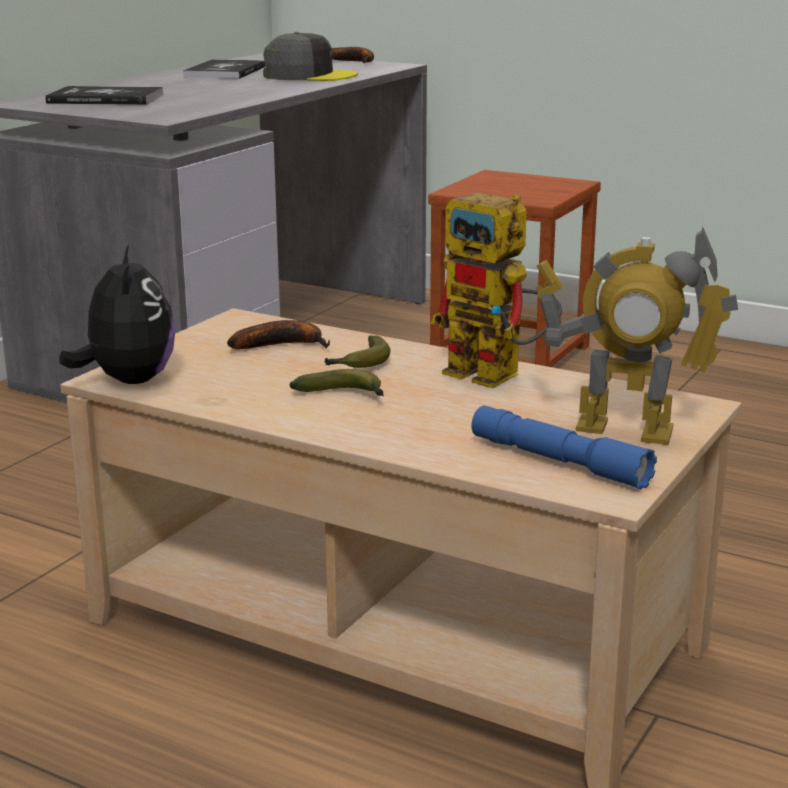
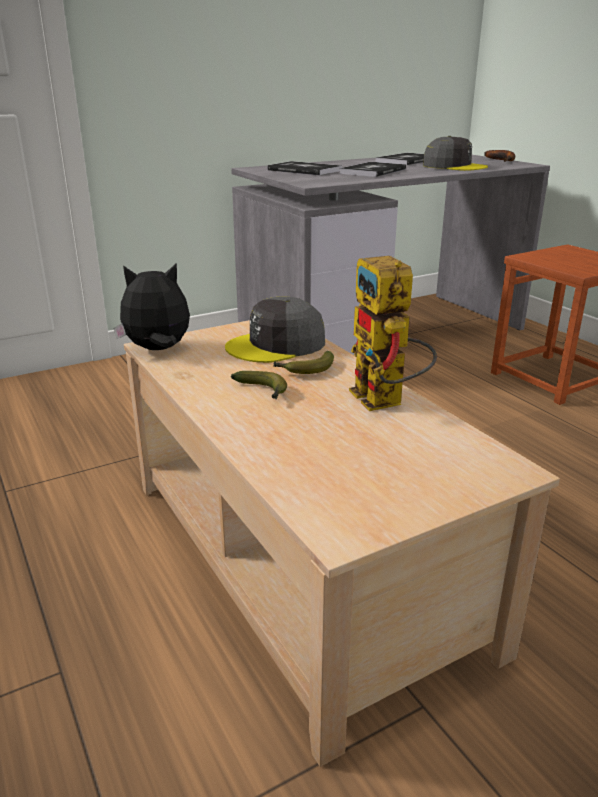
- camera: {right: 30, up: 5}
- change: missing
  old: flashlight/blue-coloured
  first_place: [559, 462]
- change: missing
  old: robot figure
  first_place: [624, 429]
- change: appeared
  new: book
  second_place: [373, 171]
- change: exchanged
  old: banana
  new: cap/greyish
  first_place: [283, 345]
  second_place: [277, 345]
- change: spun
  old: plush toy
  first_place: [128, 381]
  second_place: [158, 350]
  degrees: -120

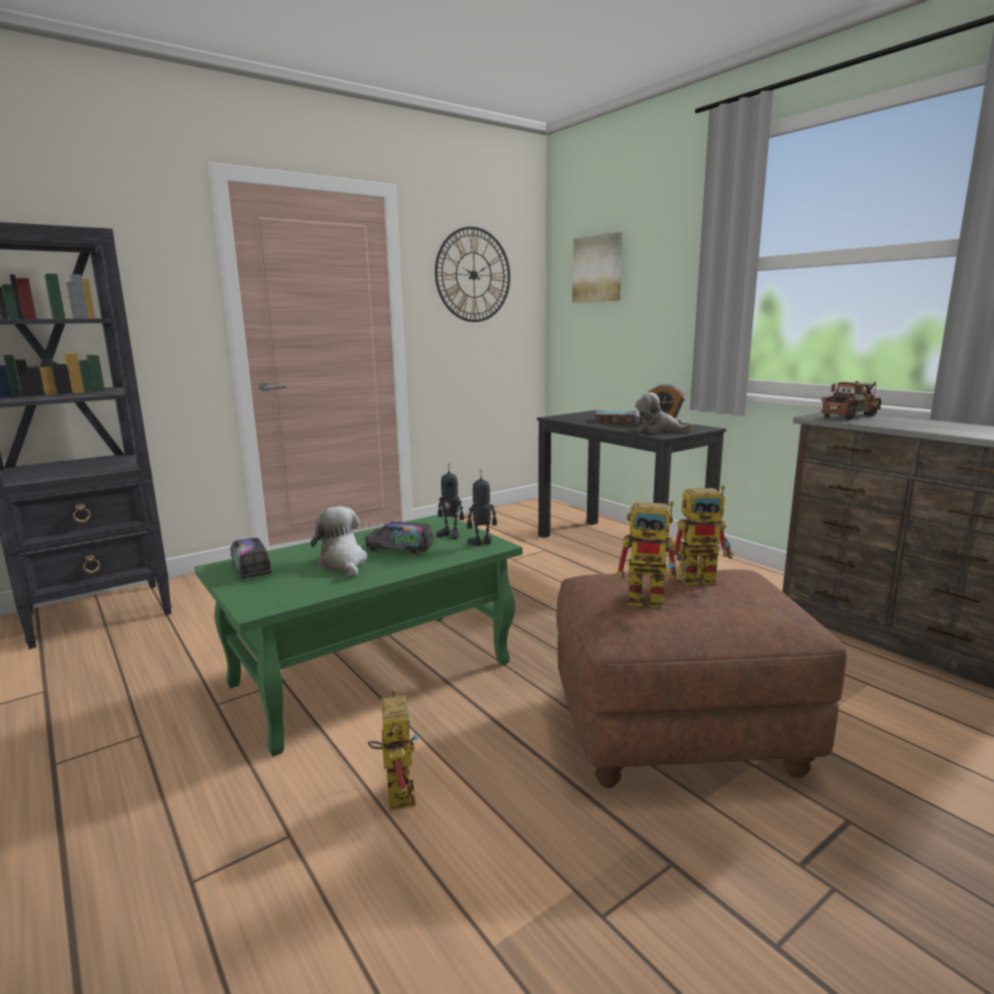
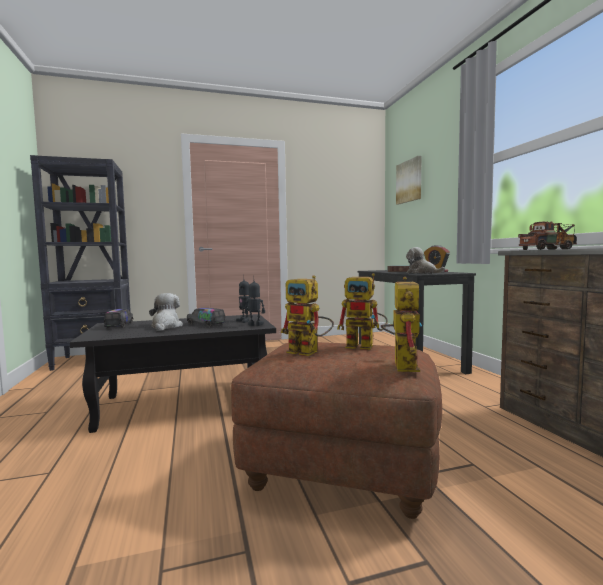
- camera: {right: 20, up: -10}
- change: missing
  old: wall clock
  first_place: [473, 275]
- change: relocated
  old: robot figure
  first_place: [396, 789]
  second_place: [402, 364]
- change: colour
  old: low table/greenish
  new: low table/black
  first_place: [370, 674]
  second_place: [183, 403]

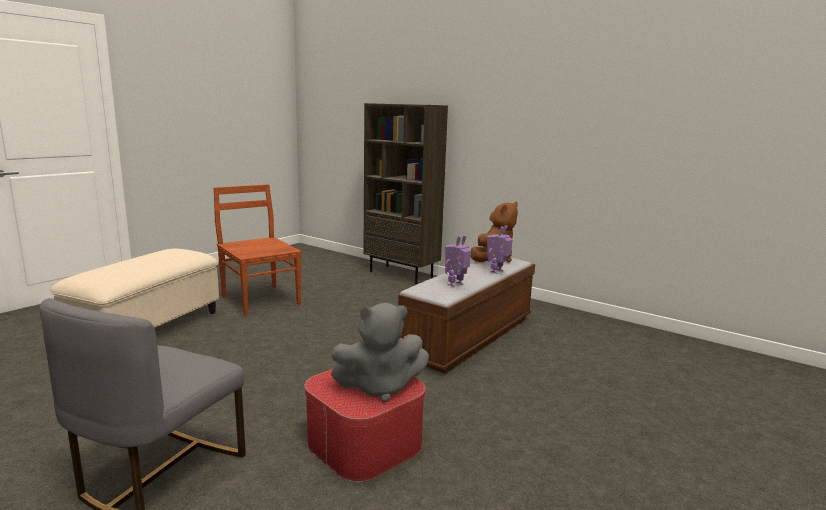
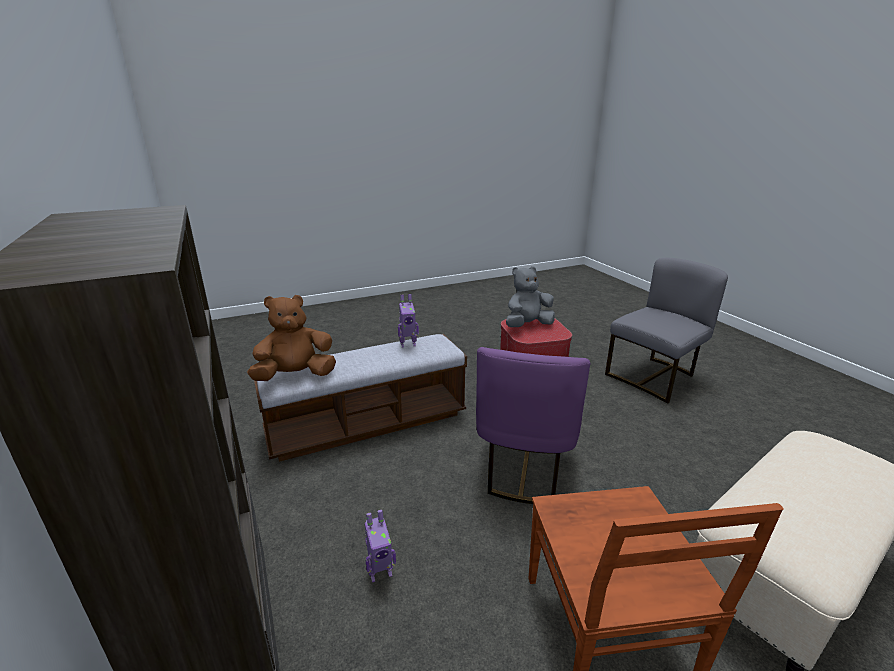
- camera: {right: -150, up: 10}
- change: appeared
  new: chair/purple-coloured
  second_place: [524, 468]
- change: relocated
  old: robot figure
  first_place: [497, 271]
  second_place: [380, 572]
- change: spun
  old: plush toy/greyish
  first_place: [380, 387]
  second_place: [527, 325]
  degrees: -45

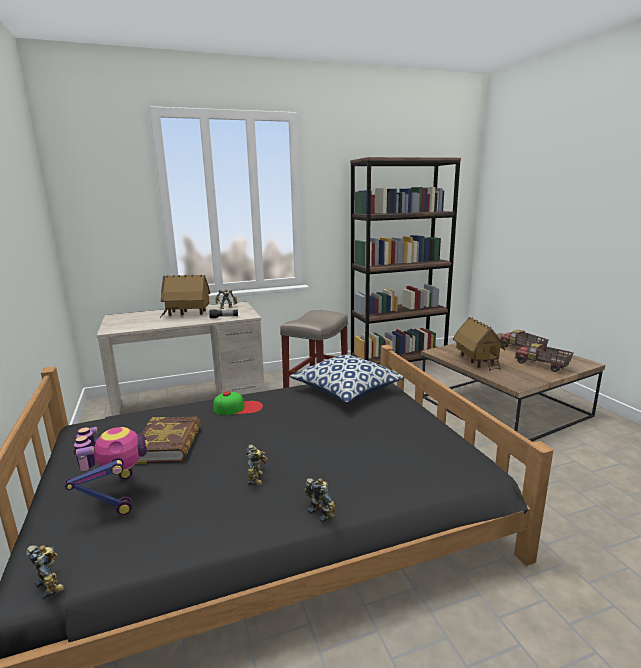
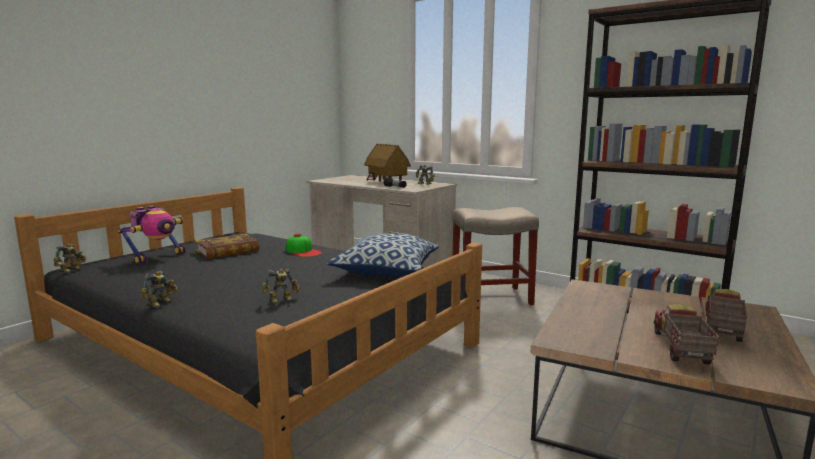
- camera: {right: 55, up: -5}
- change: missing
  old: toy house
  first_place: [477, 361]
- change: relocated
  old: robot figure
  first_place: [257, 478]
  second_place: [282, 300]

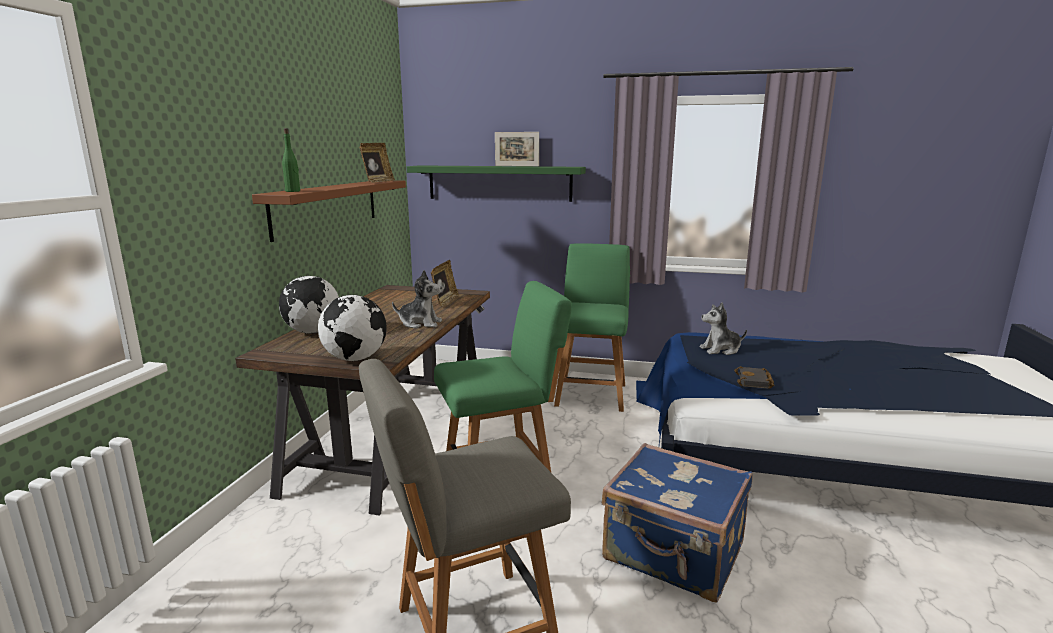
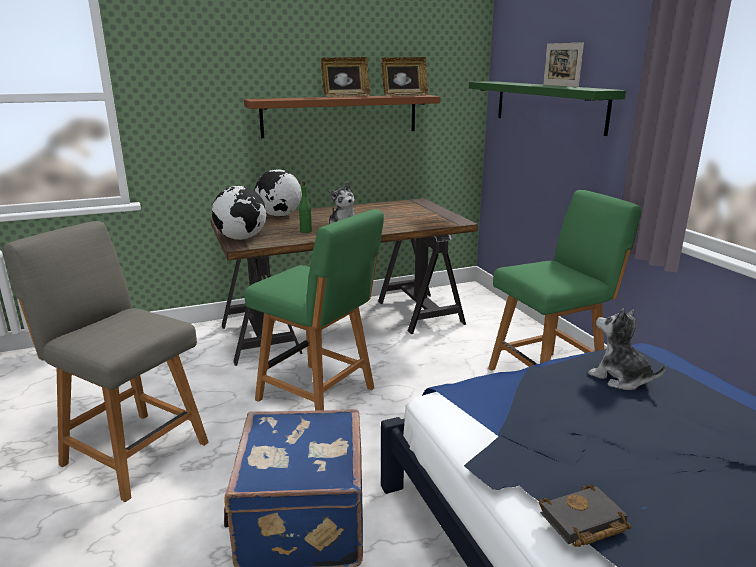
- camera: {right: 55, up: 5}
- change: relocated
  old: beverage bottle/greenish
  first_place: [293, 191]
  second_place: [306, 231]
- change: relocated
  old: standing frame
  first_place: [445, 301]
  second_place: [345, 96]
- change: relocated
  old: book/black
  first_place: [755, 381]
  second_place: [582, 523]

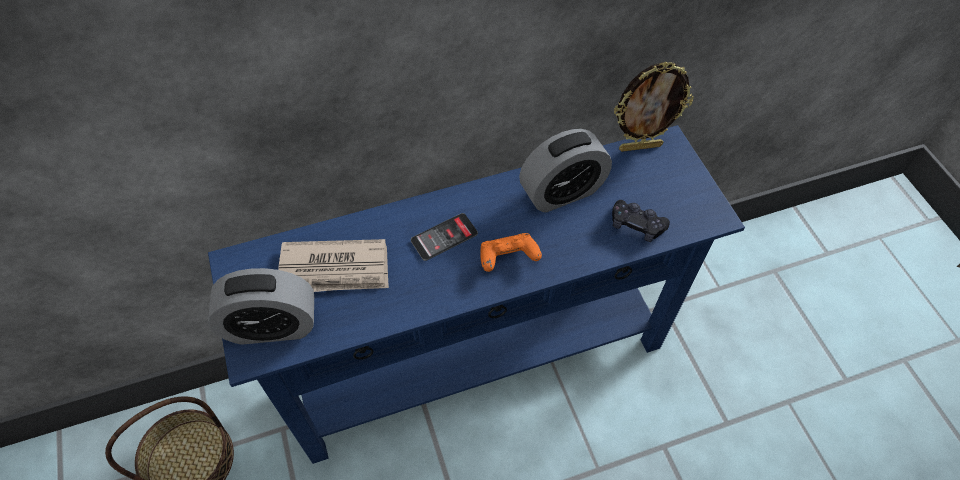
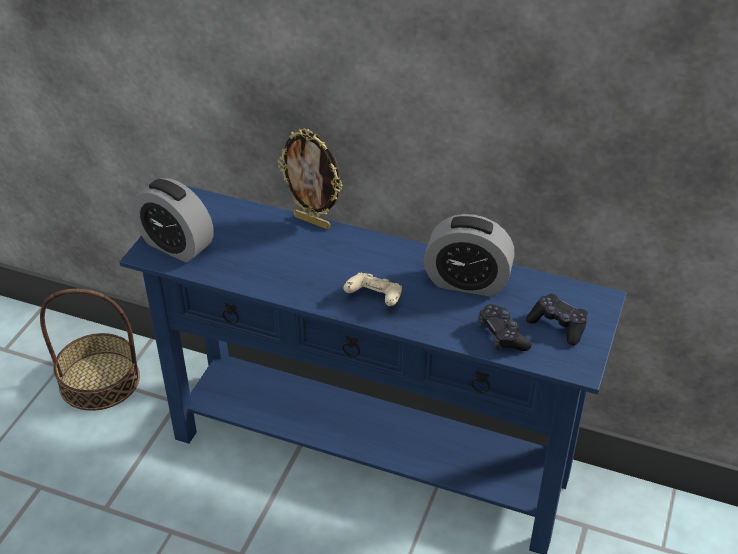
- camera: {right: 40, up: -15}
- change: missing
  old: daily paper
  first_place: [335, 270]
- change: missing
  old: handset
  first_place: [444, 237]
- change: appeared
  new: gamepad/black
  second_place: [558, 325]
- change: relocated
  old: standing frame
  first_place: [640, 146]
  second_place: [313, 221]
- change: colour
  old: gamepad/orange-coloured
  new: gamepad/beige
  first_place: [507, 259]
  second_place: [374, 298]

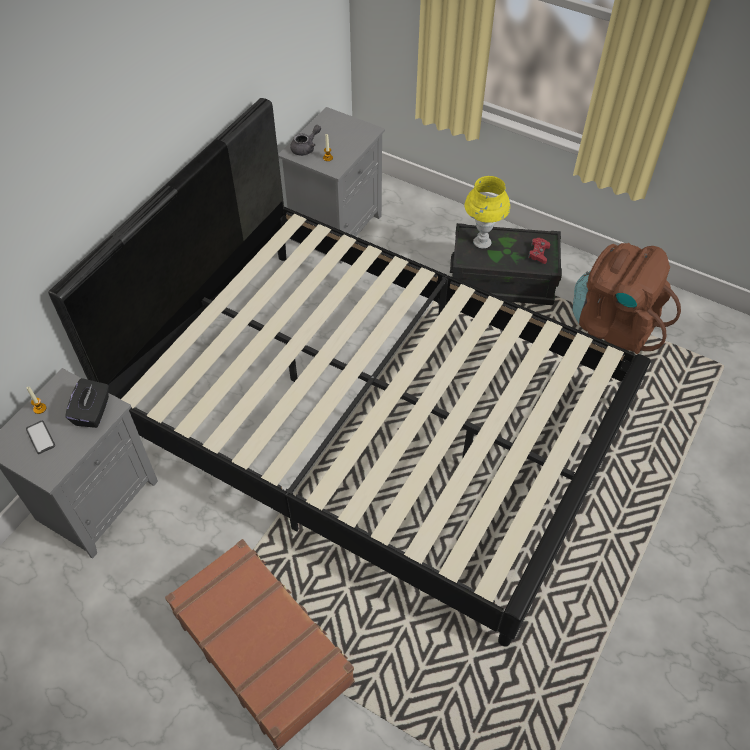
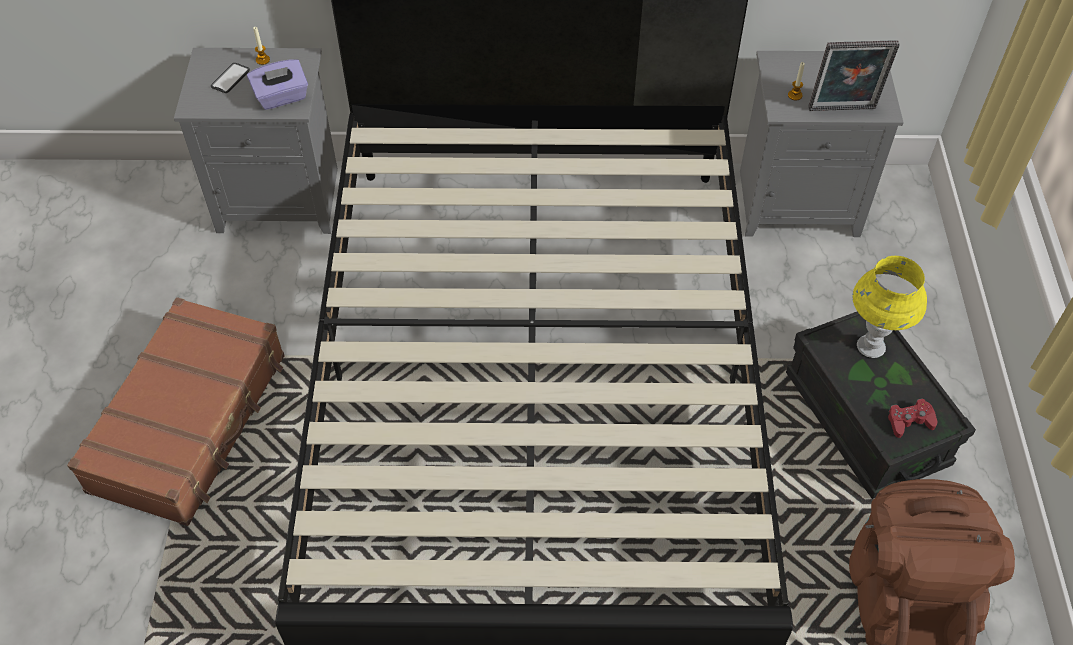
- camera: {right: 60, up: 0}
- change: missing
  old: pot for tea/greyish
  first_place: [306, 148]
- change: appeared
  new: standing frame
  second_place: [842, 111]
- change: colour
  old: tissue box/black
  new: tissue box/purple-coloured
  first_place: [93, 412]
  second_place: [282, 97]

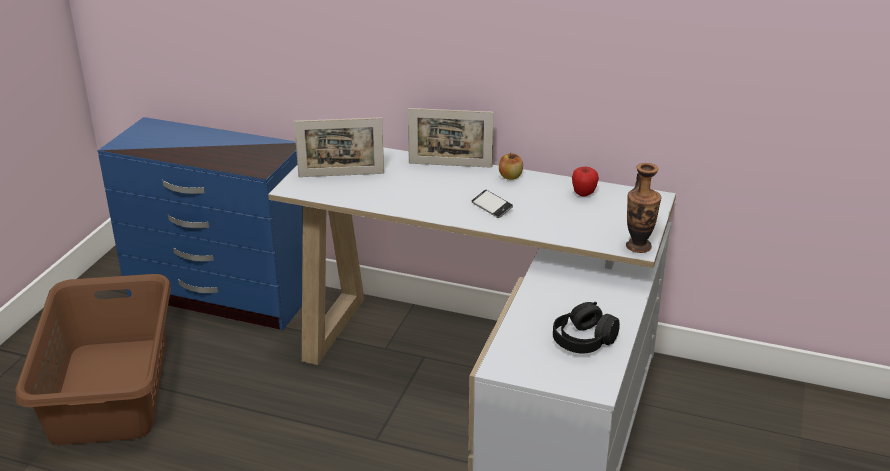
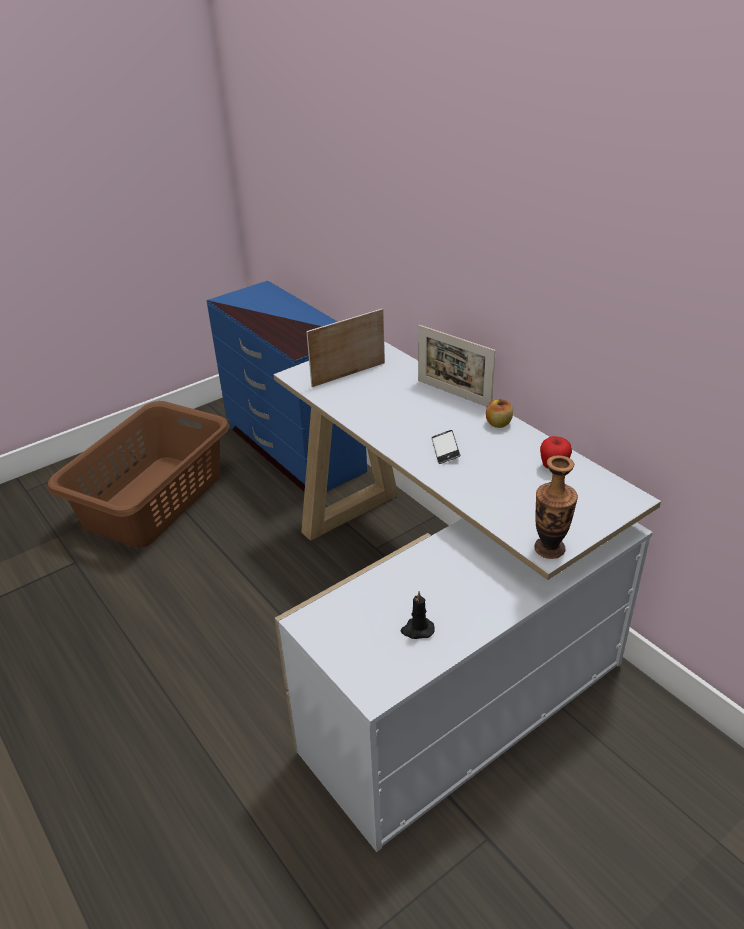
- camera: {right: 35, up: 5}
- change: exchanged
  old: headphones/black
  new: candle/black
  first_place: [583, 340]
  second_place: [417, 630]
- change: spun
  old: standing frame
  first_place: [341, 175]
  second_place: [348, 374]
  degrees: 120

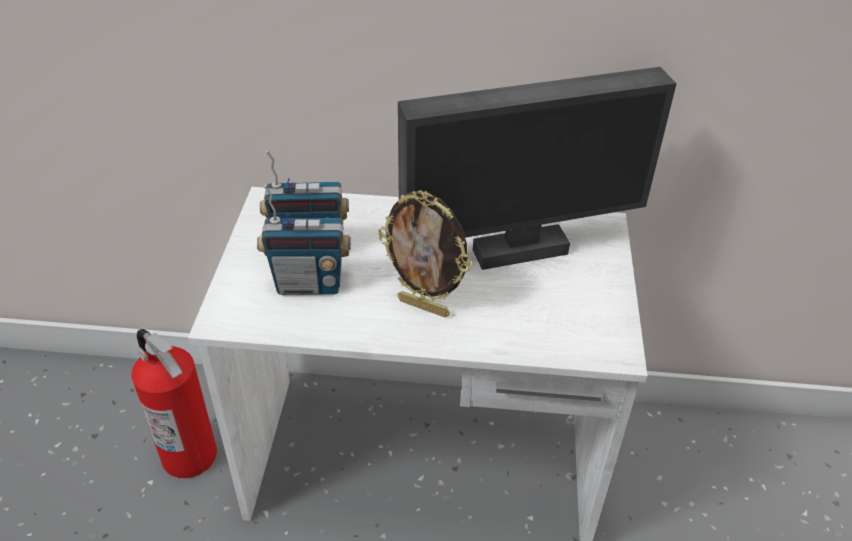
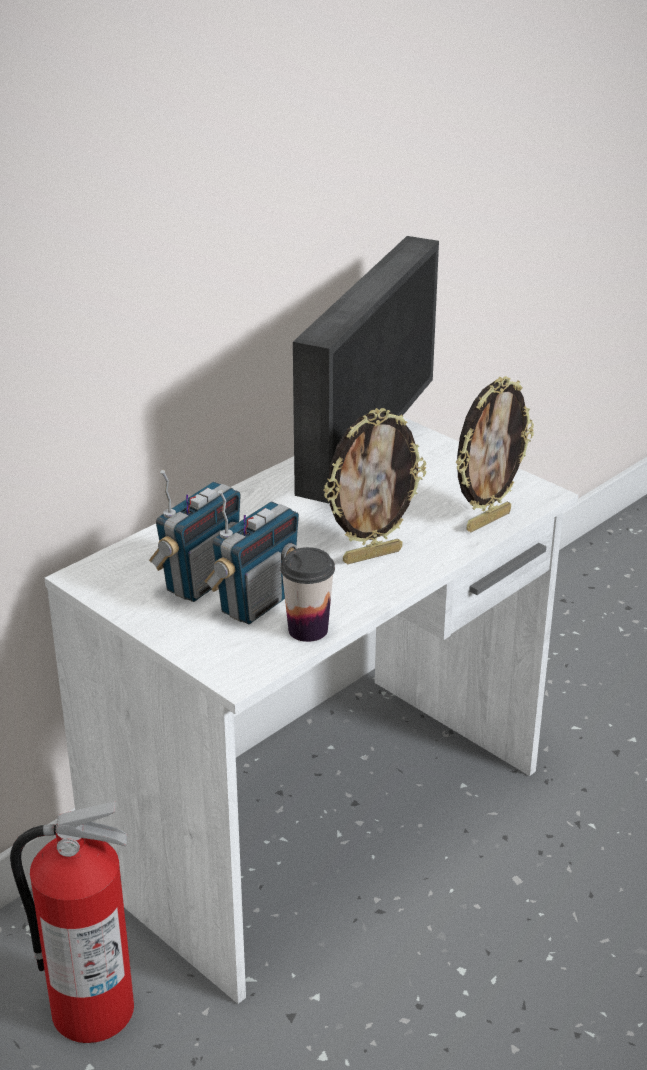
- camera: {right: -50, up: -10}
- change: appeared
  new: cup
  second_place: [308, 629]
- change: appeared
  new: standing frame
  second_place: [487, 520]

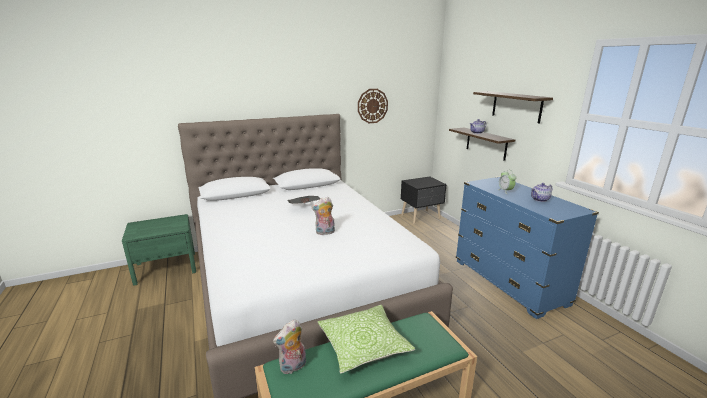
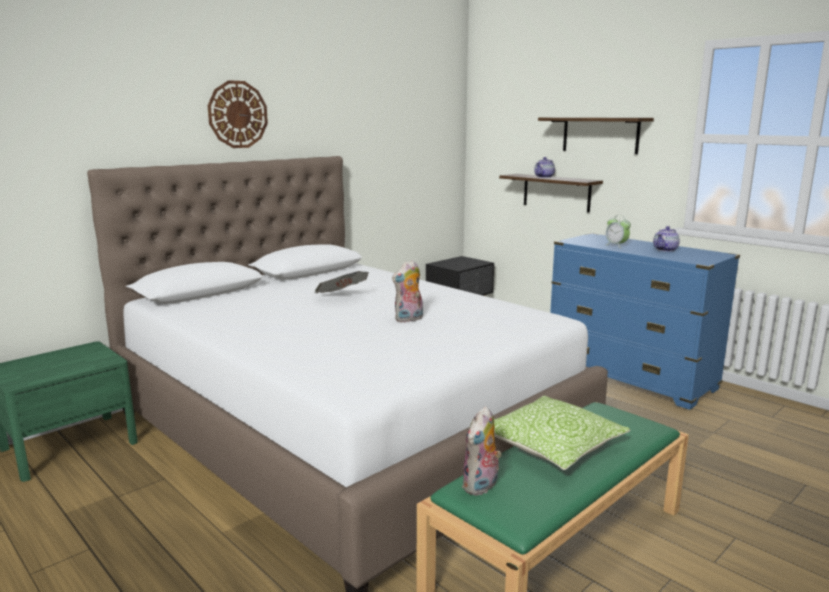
- camera: {right: -20, up: -5}
- change: relocated
  old: wall clock
  first_place: [372, 106]
  second_place: [237, 114]

